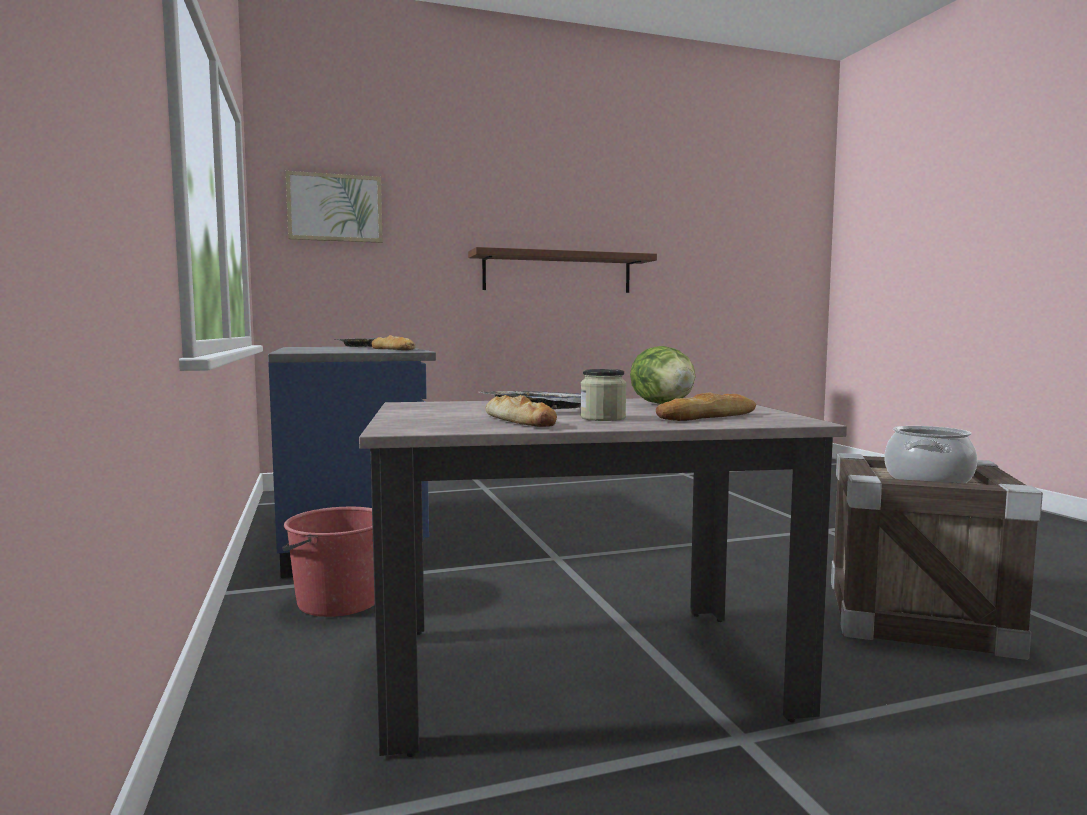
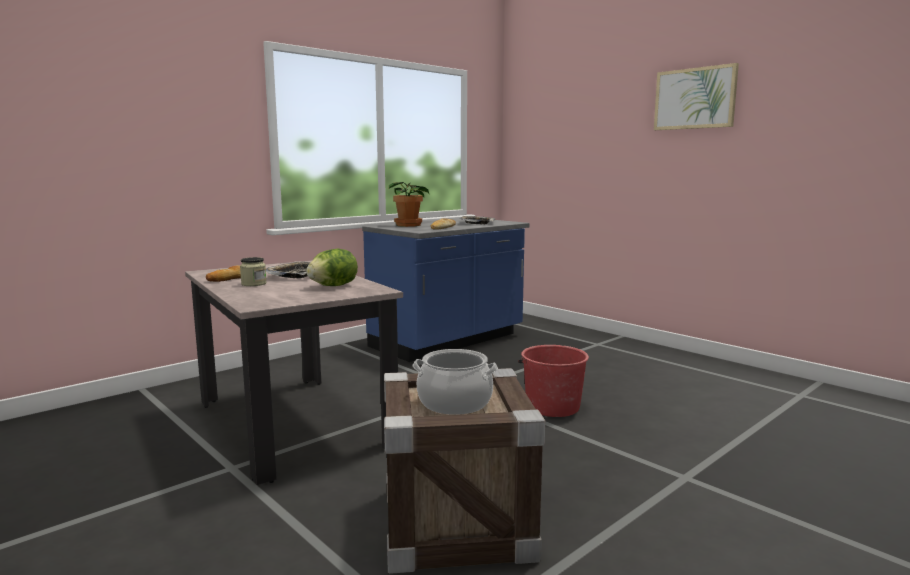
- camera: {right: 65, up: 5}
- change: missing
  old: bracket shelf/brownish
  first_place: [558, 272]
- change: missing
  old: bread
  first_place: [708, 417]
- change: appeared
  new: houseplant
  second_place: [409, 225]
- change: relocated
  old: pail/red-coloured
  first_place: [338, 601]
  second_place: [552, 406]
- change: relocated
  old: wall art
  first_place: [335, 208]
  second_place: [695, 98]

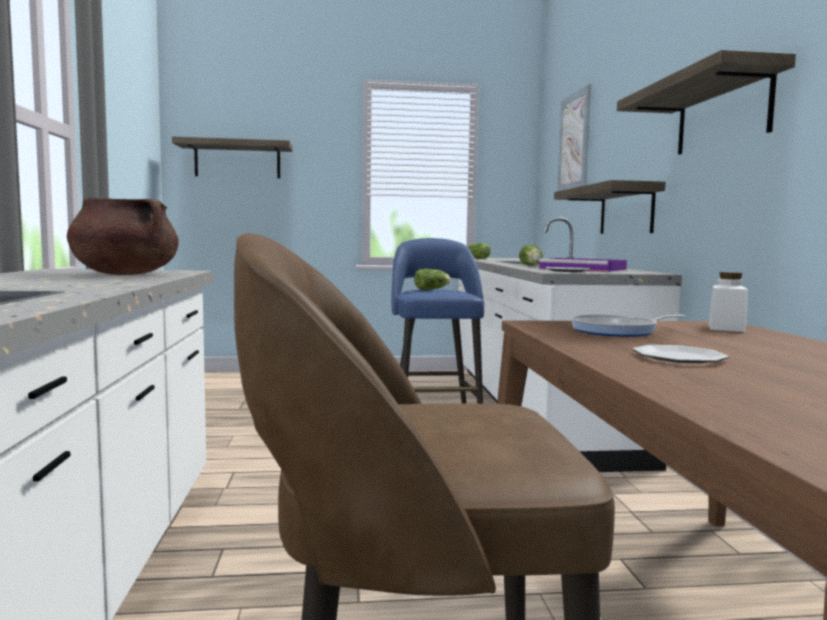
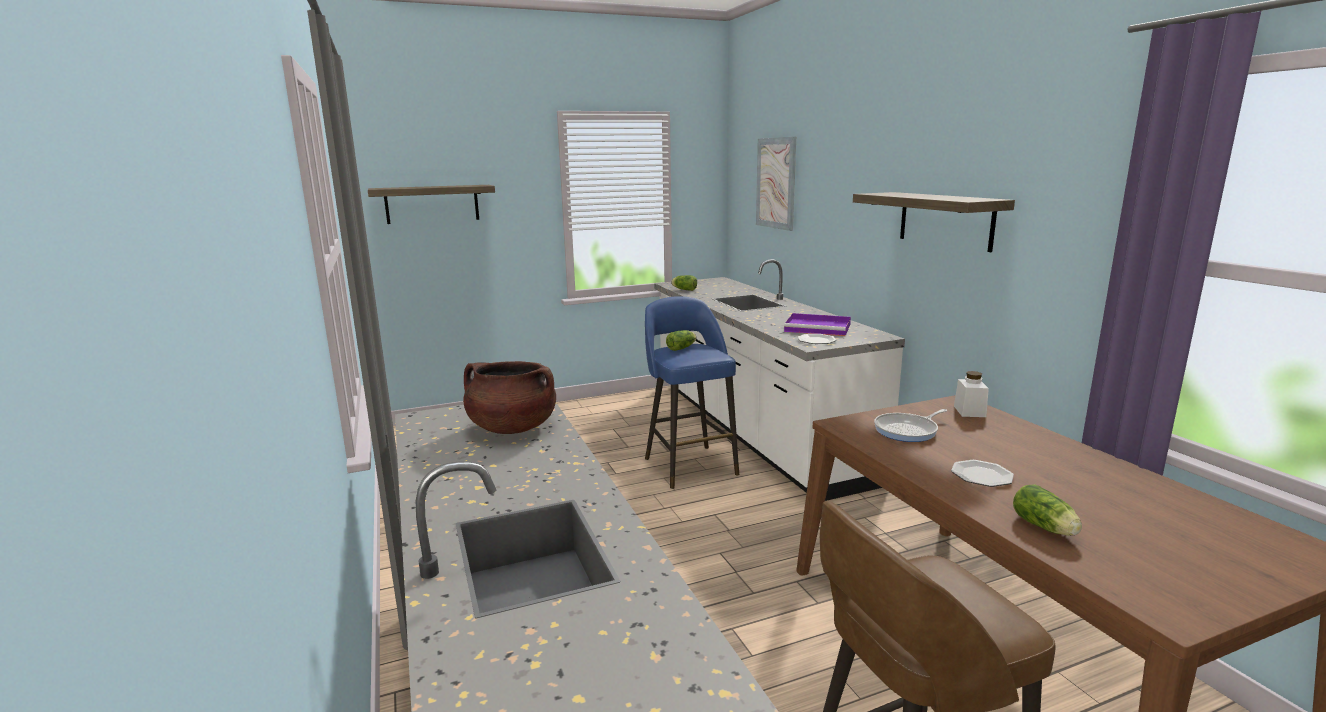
- camera: {right: -15, up: 10}
- change: missing
  old: bracket shelf
  first_place: [626, 210]
- change: relocated
  old: lettuce head
  first_place: [531, 265]
  second_place: [1045, 528]

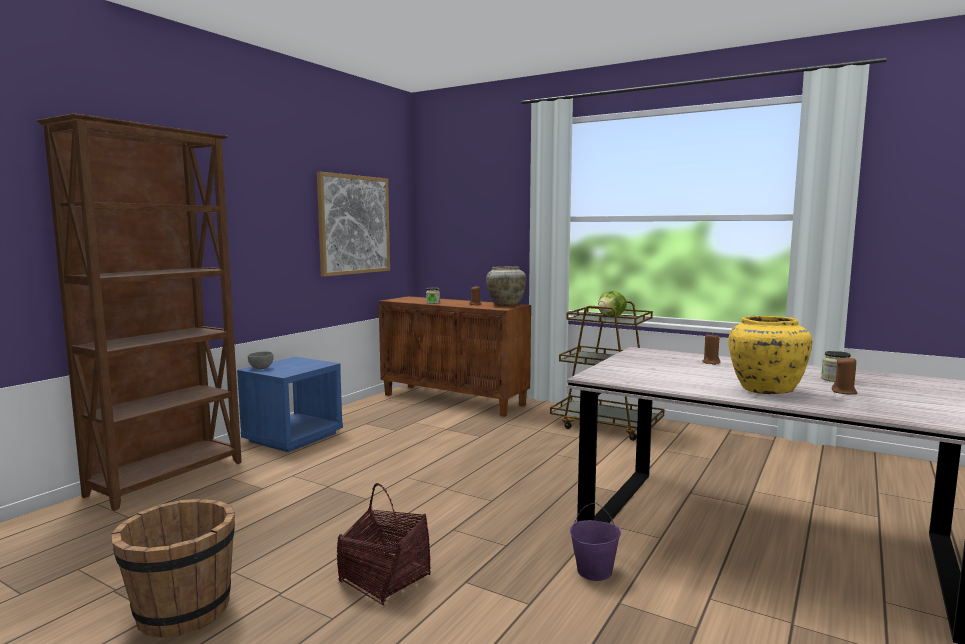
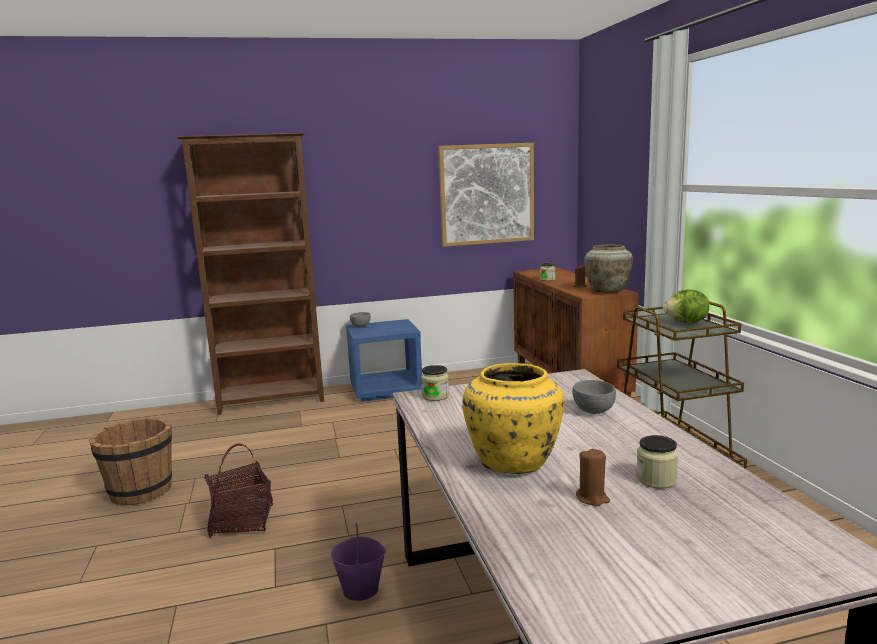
- camera: {right: 45, up: 5}
- change: appeared
  new: jar
  second_place: [435, 396]
- change: exchanged
  old: candle/brownish
  new: serving bowl/greyish
  first_place: [711, 362]
  second_place: [593, 411]

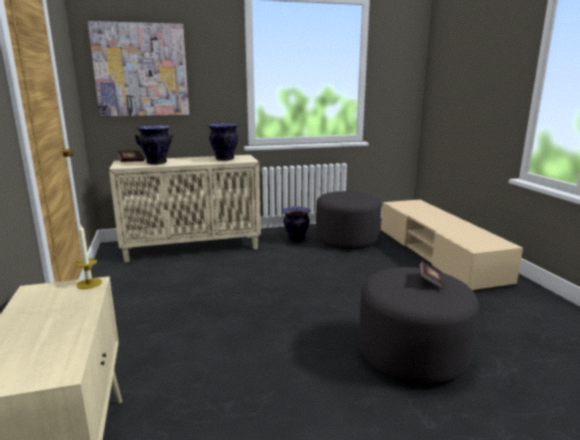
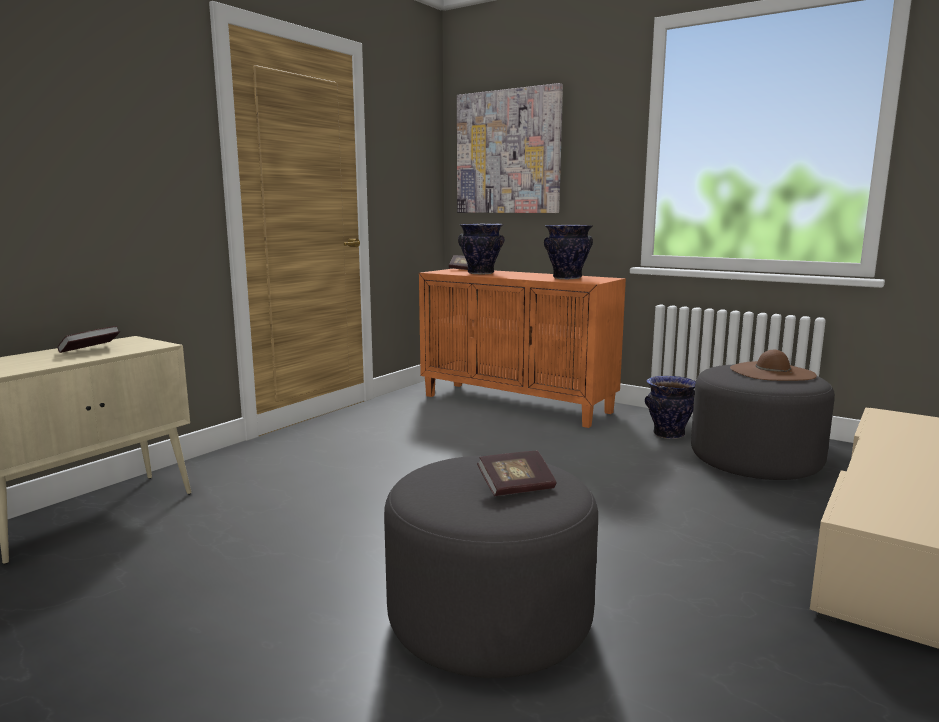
- camera: {right: 50, up: -5}
- change: missing
  old: candle
  first_place: [89, 283]
- change: appeared
  new: book
  second_place: [90, 350]
- change: appeared
  new: clothing hat/brownish
  second_place: [772, 372]
- change: colour
  old: cabinet/beige
  new: cabinet/orange-coloured
  first_place: [193, 248]
  second_place: [517, 404]

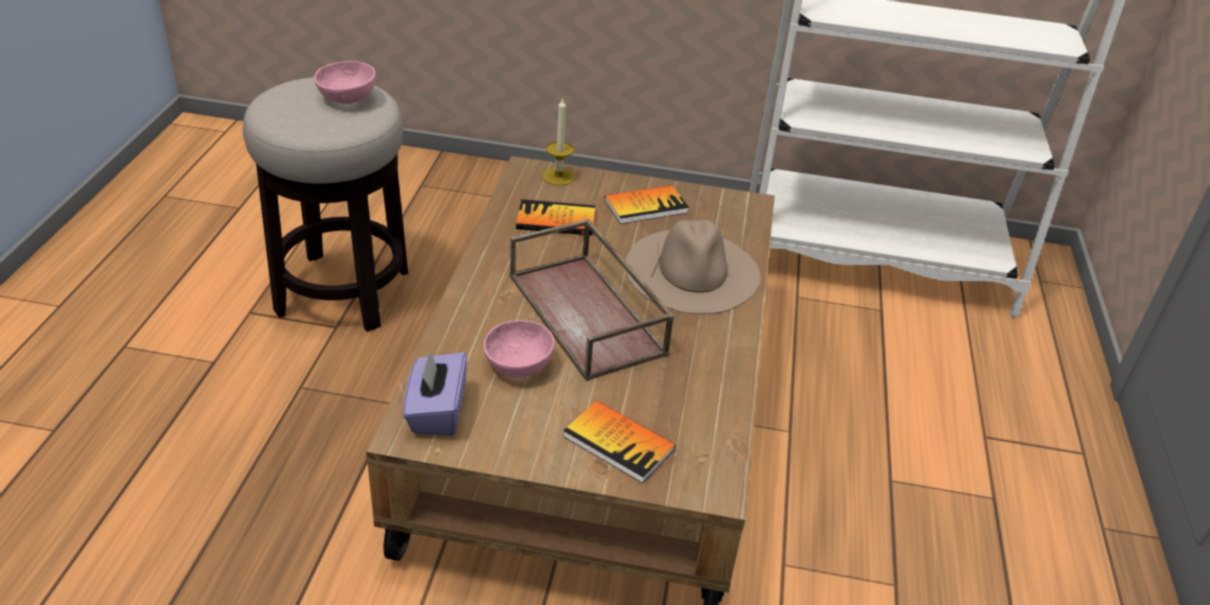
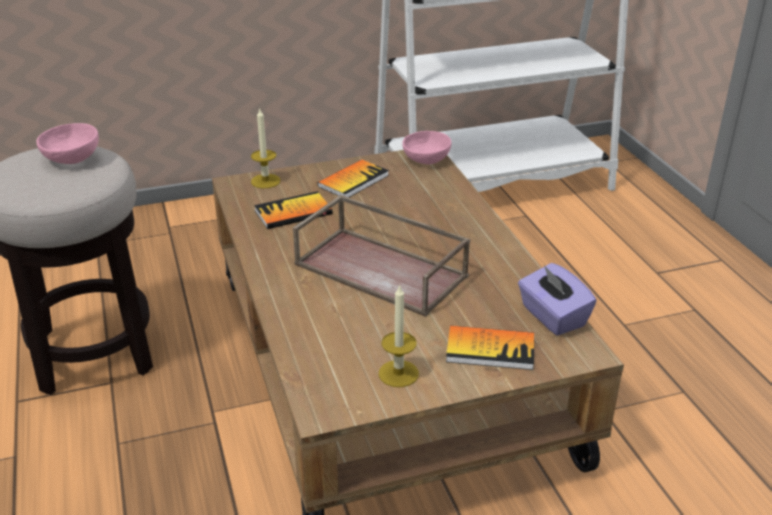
- camera: {right: -25, up: -5}
- change: missing
  old: clothing hat/beige
  first_place: [692, 270]
- change: appeared
  new: candle
  second_place: [398, 373]
- change: relocated
  old: tissue box/purple-coloured
  first_place: [436, 412]
  second_place: [552, 317]
- change: relocated
  old: serving bowl/pink-coloured
  first_place: [517, 365]
  second_place: [425, 160]

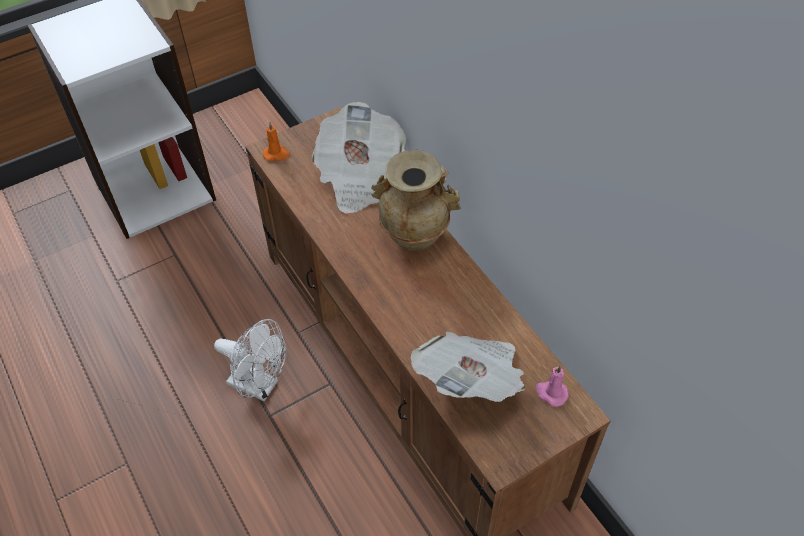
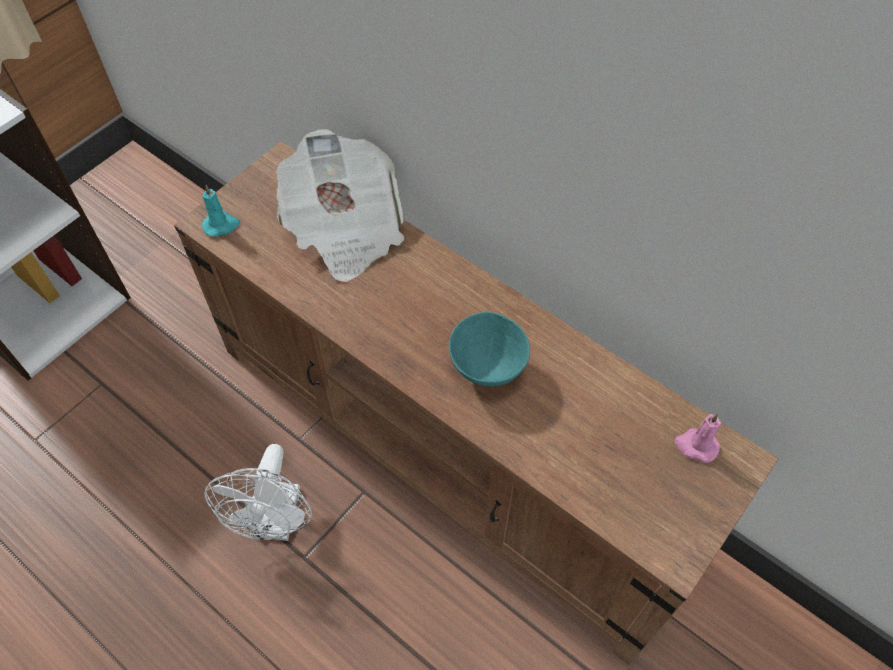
- camera: {right: -20, up: 5}
- change: missing
  old: decorative vase/beige
  first_place: [414, 235]
- change: missing
  old: daily paper
  first_place: [471, 380]
- change: appeared
  new: serving bowl/blue-green
  second_place: [486, 369]
- change: colour
  old: candle/orange-coloured
  new: candle/blue-green
  first_place: [277, 154]
  second_place: [221, 225]
- change: spun
  old: cooling fan/white
  first_place: [260, 385]
  second_place: [276, 522]
  degrees: 90

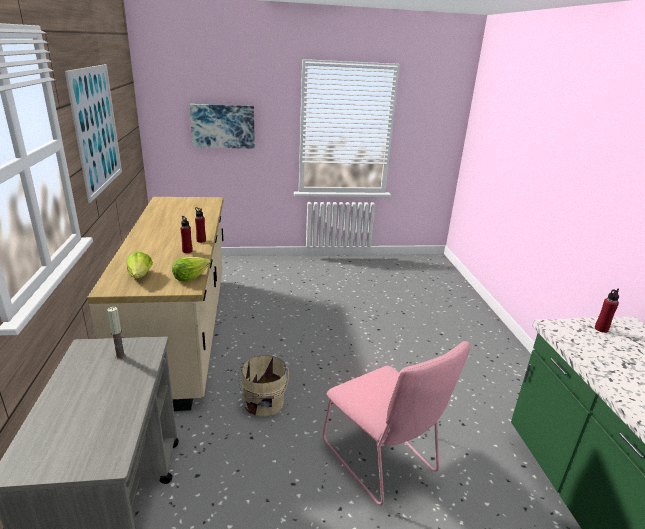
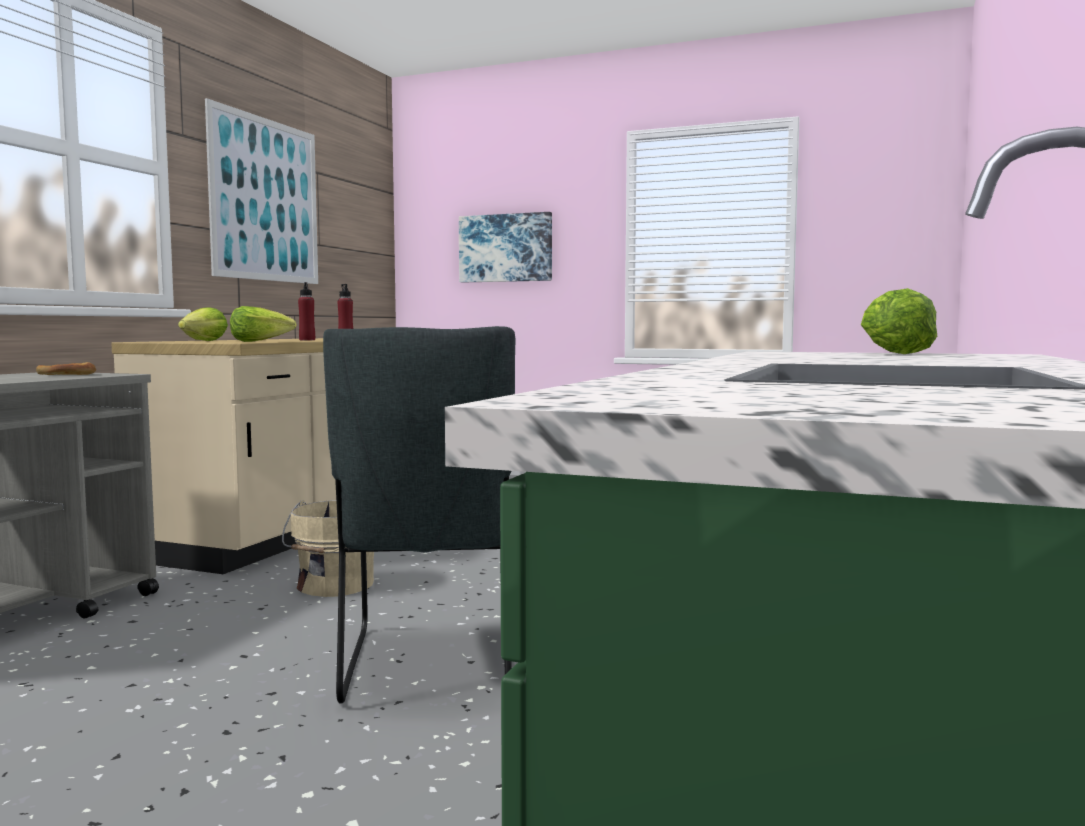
- camera: {right: 30, up: -20}
- change: exchanged
  old: candle
  new: bread
  first_place: [120, 356]
  second_place: [67, 374]
- change: exchanged
  old: beverage bottle/red-coloured
  new: lettuce head
  first_place: [601, 329]
  second_place: [892, 353]
- change: colour
  old: chair/pink-coloured
  new: chair/greyish
  first_place: [382, 460]
  second_place: [429, 668]

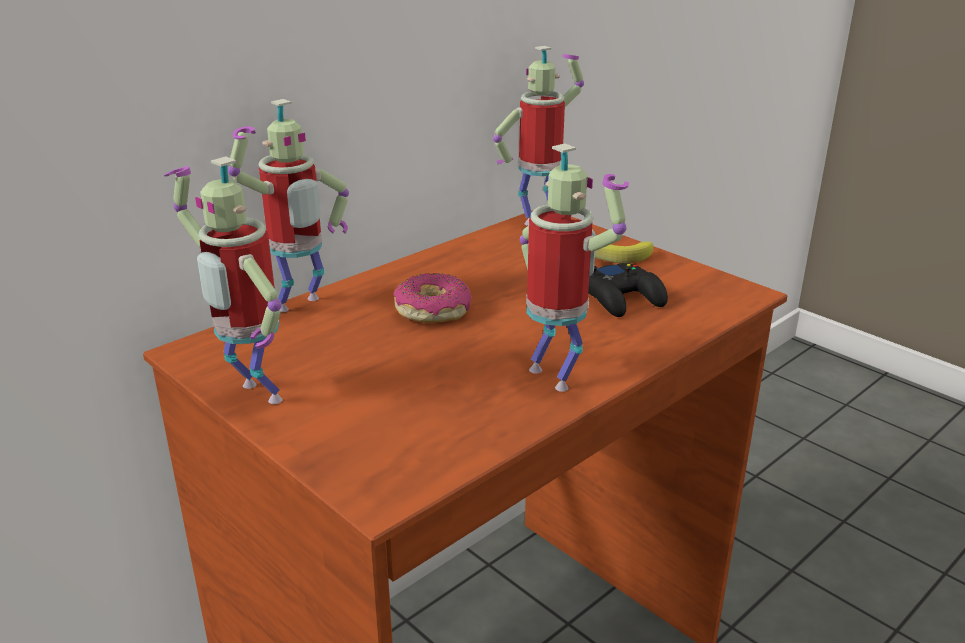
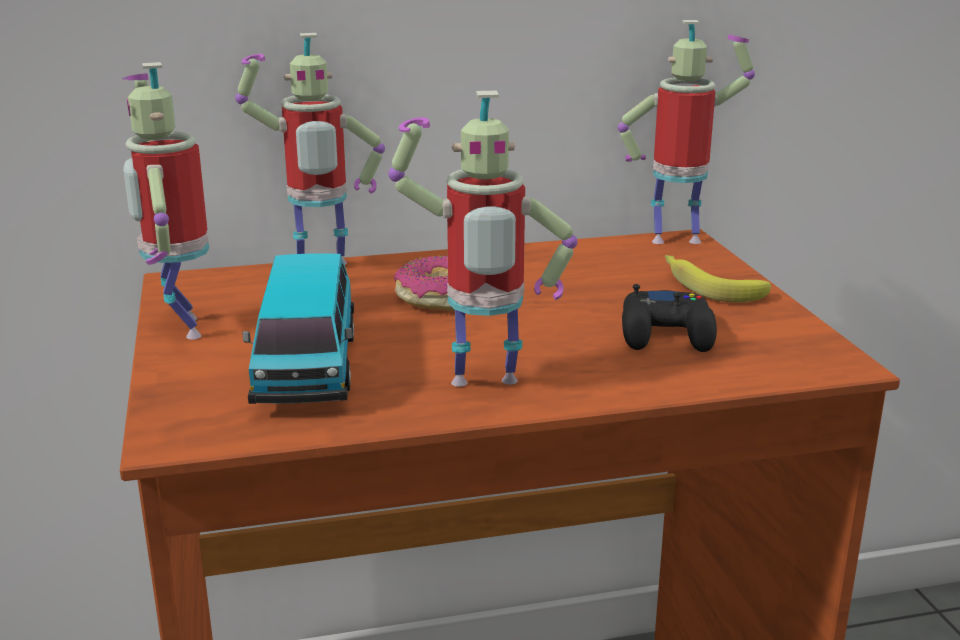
- camera: {right: 30, up: -5}
- change: appeared
  new: miniature car
  second_place: [307, 367]
- change: spun
  old: robot figure
  first_place: [556, 376]
  second_place: [483, 386]
  degrees: 90

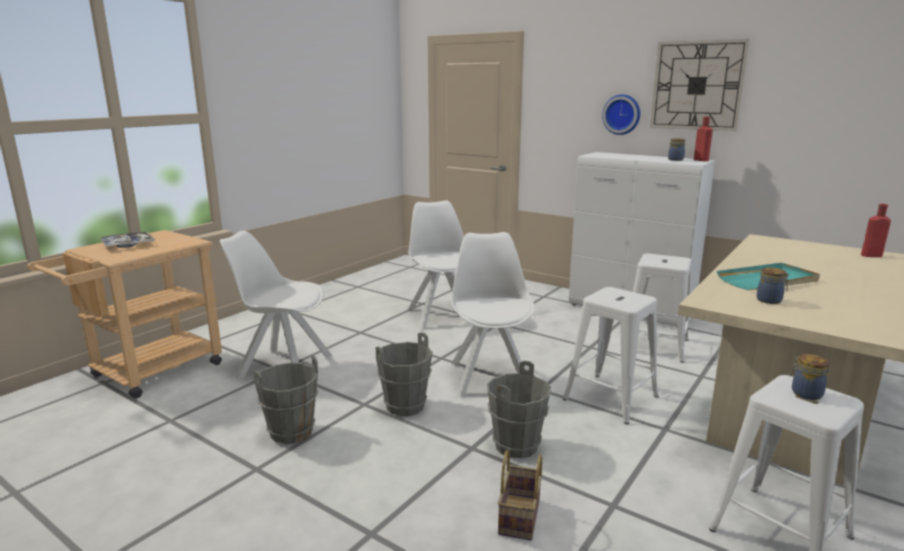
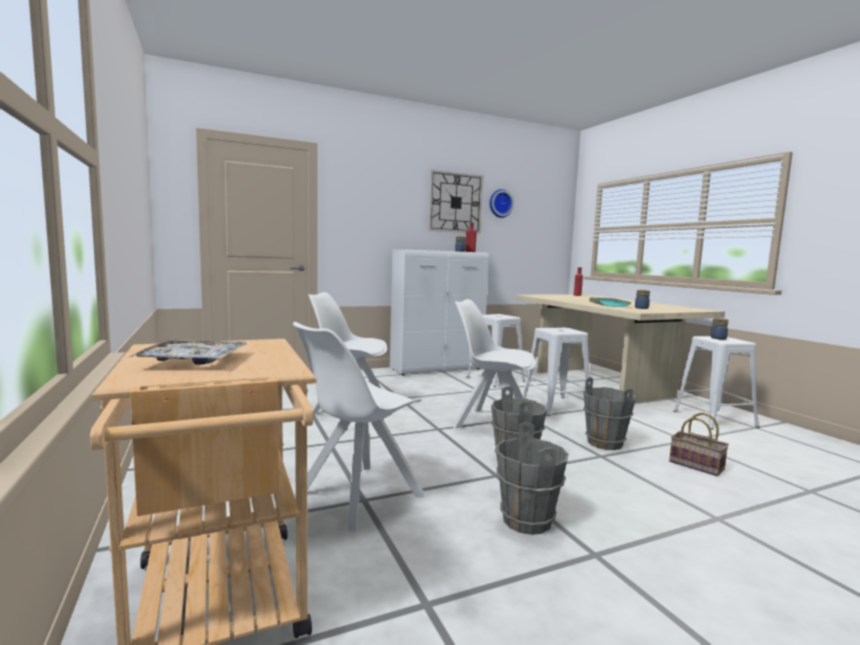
- camera: {right: -60, up: -10}
- change: relocated
  old: wall clock
  first_place: [622, 114]
  second_place: [500, 203]

